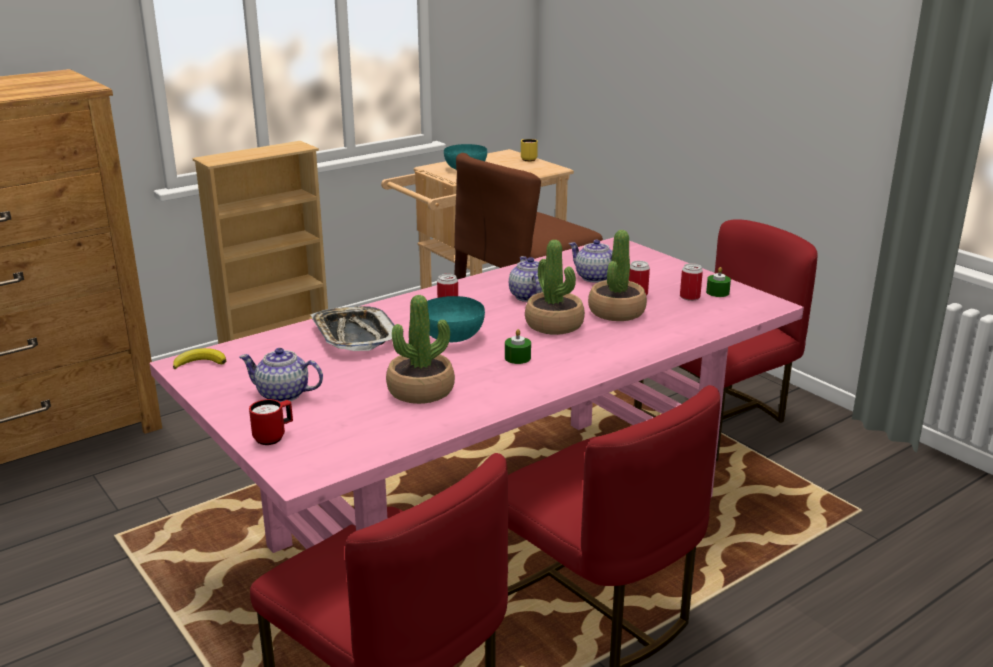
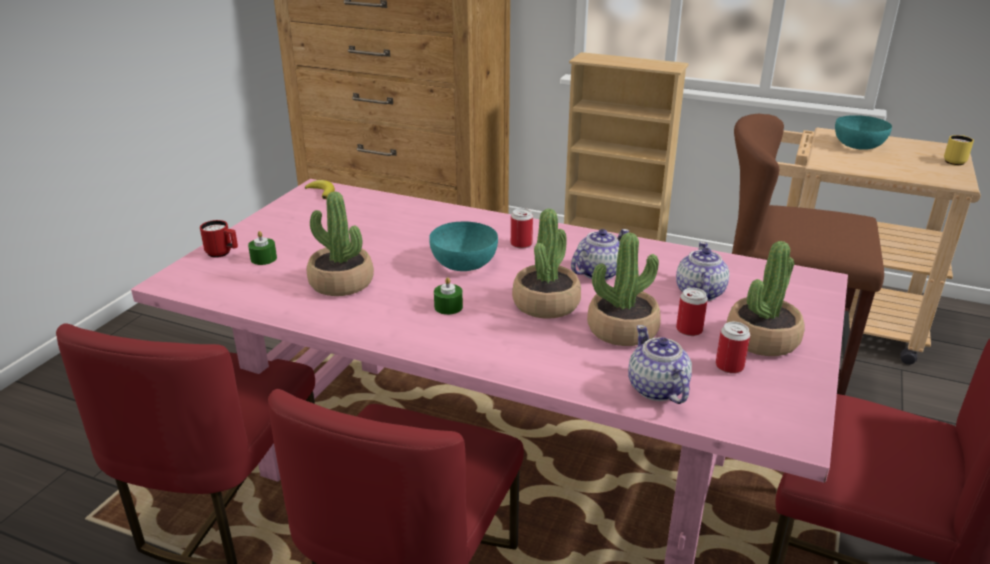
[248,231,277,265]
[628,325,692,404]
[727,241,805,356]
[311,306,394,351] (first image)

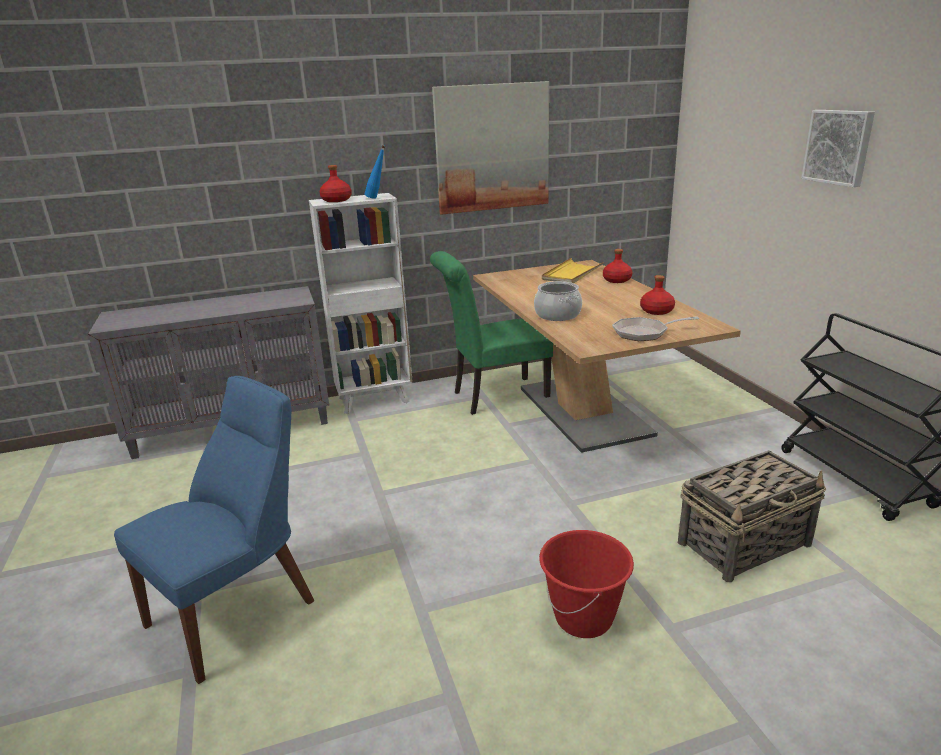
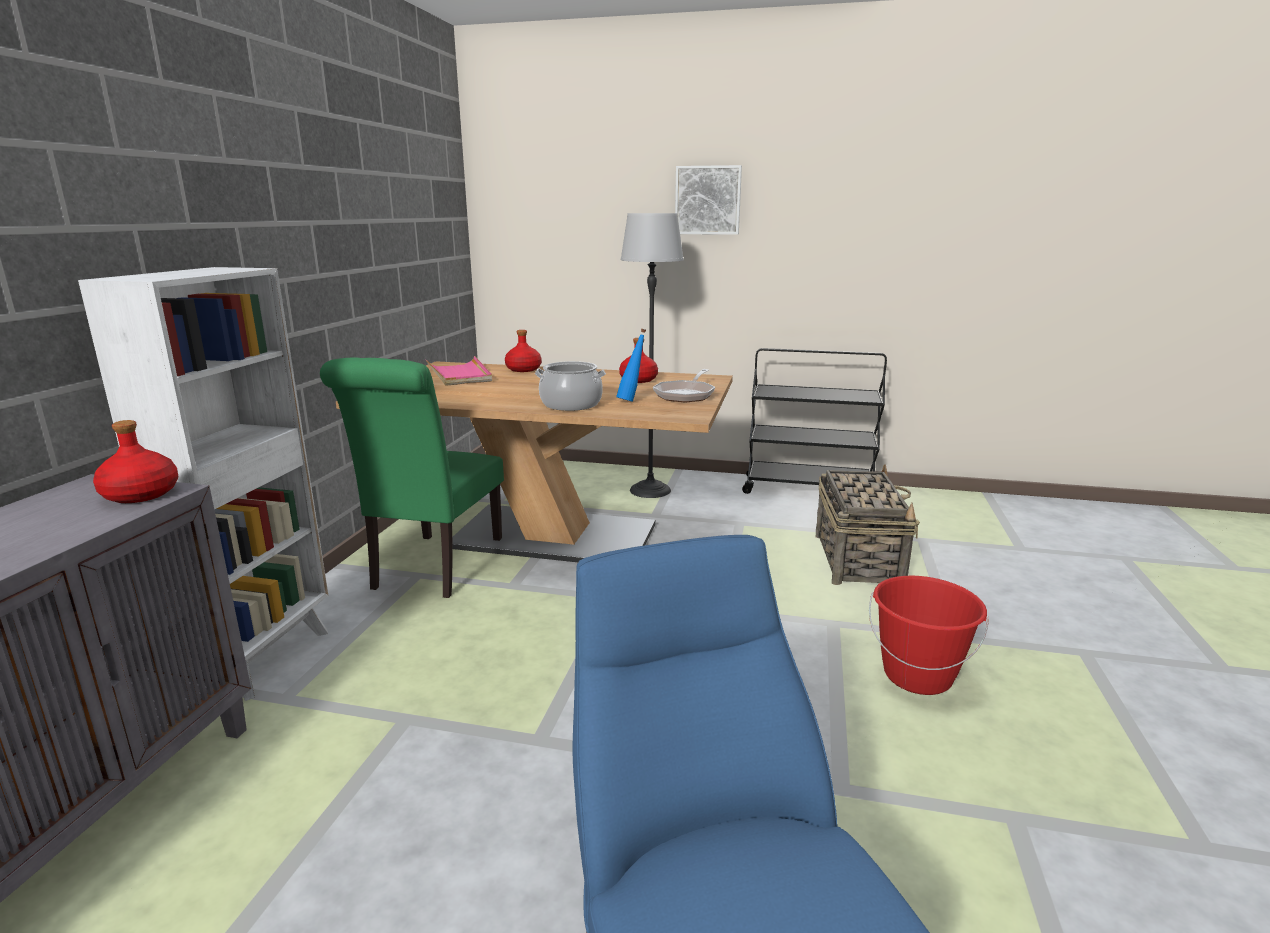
[93,420,178,503]
[426,356,492,386]
[616,329,646,402]
[621,213,684,498]
[432,81,549,215] (first image)

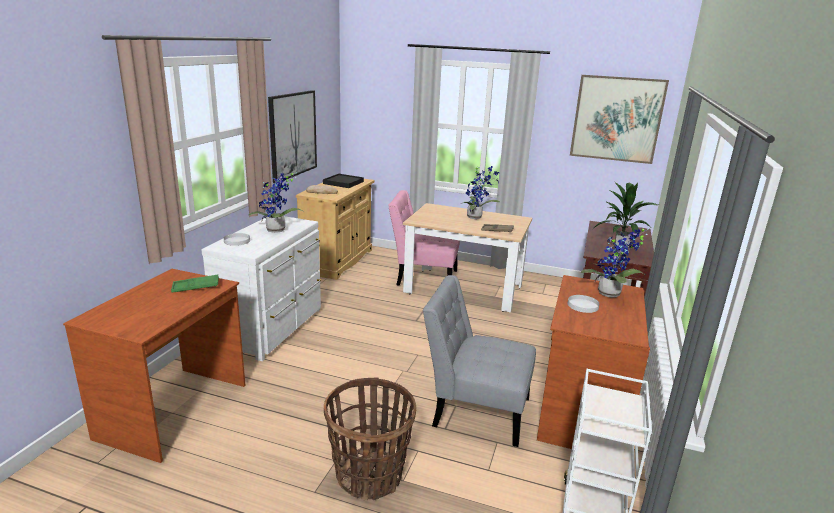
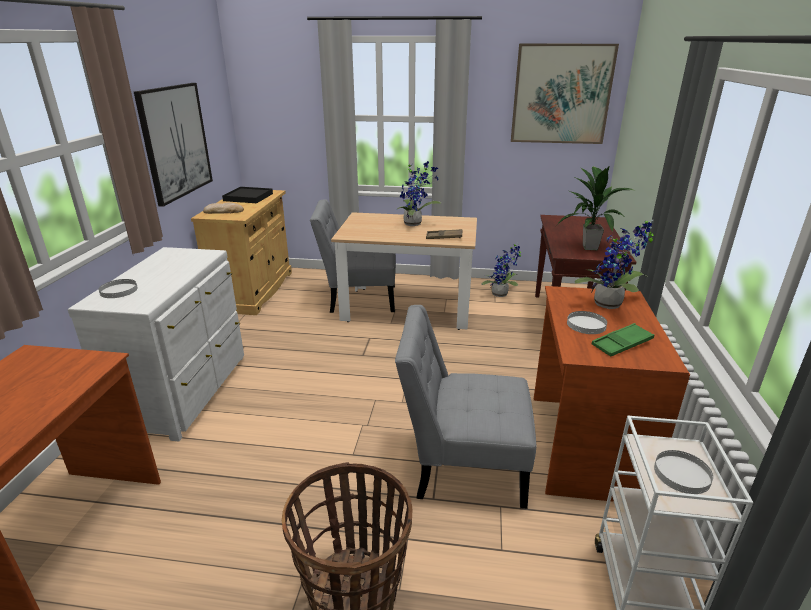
[310,199,396,313]
[481,243,521,297]
[592,323,654,357]
[654,450,713,494]

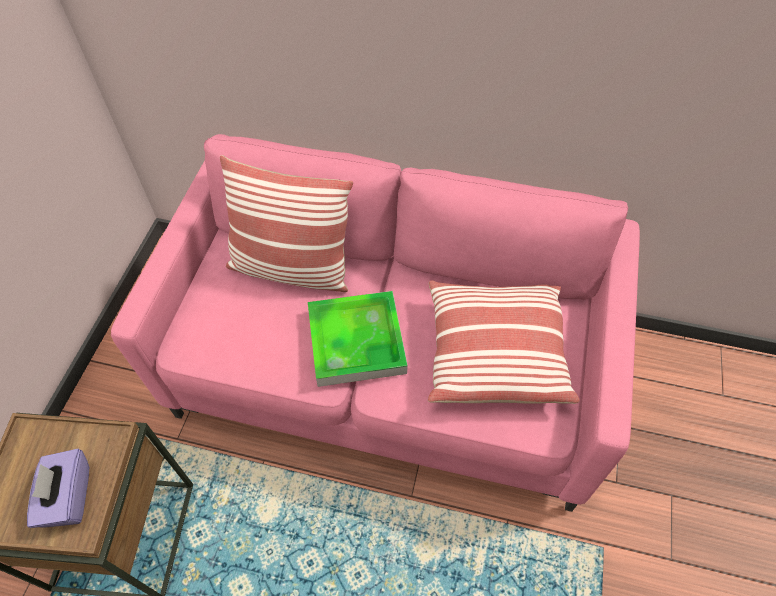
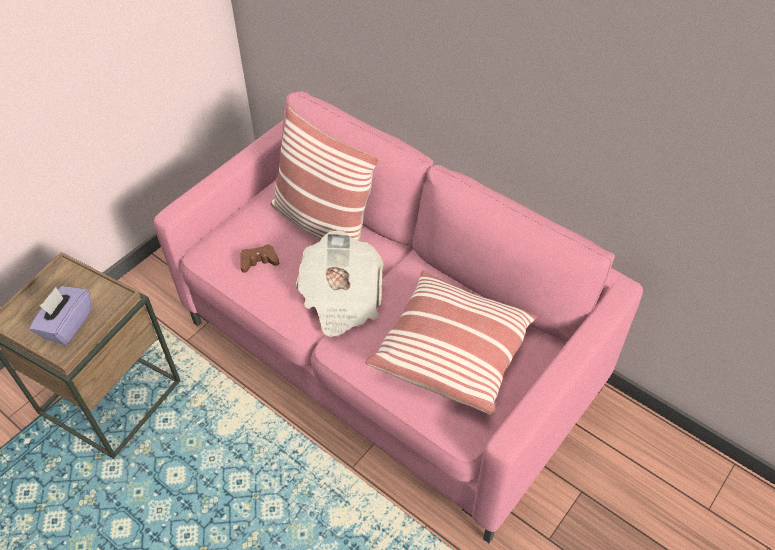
[240,244,279,273]
[296,230,384,337]

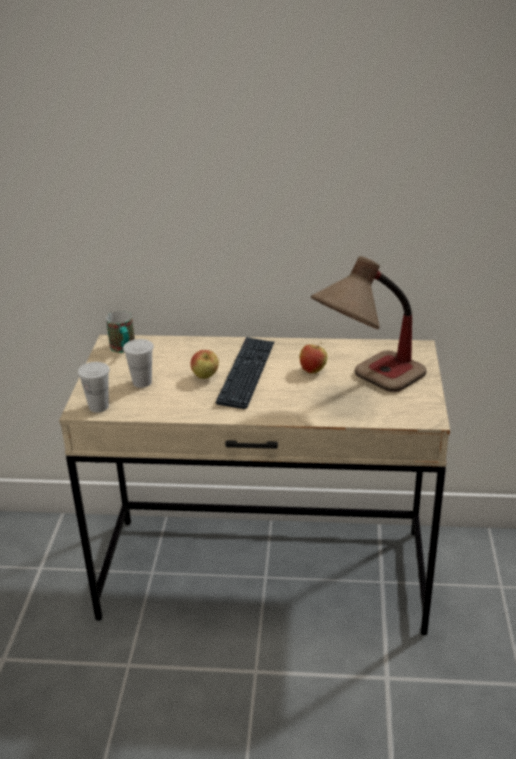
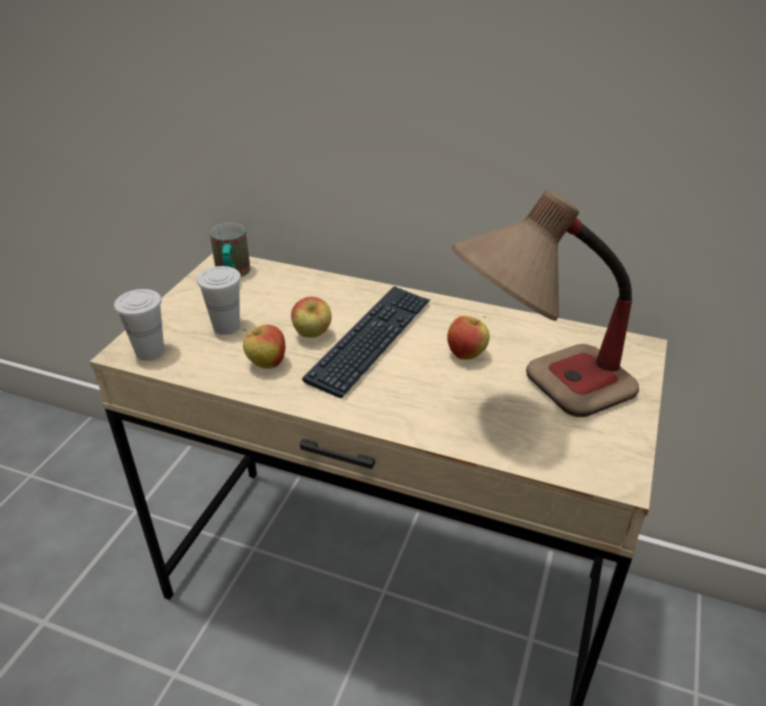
[243,325,285,369]

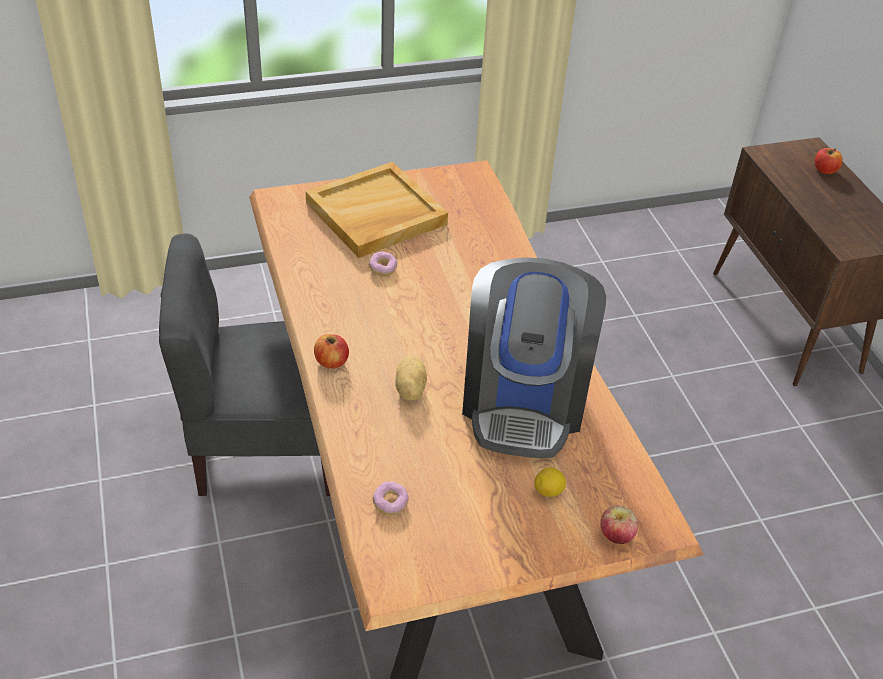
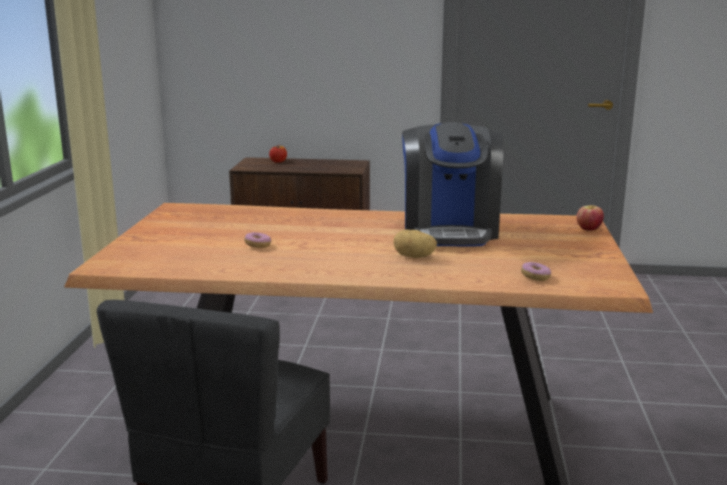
[402,122,503,246]
[305,162,448,258] (first image)
[314,334,349,369] (first image)
[534,467,566,497] (first image)

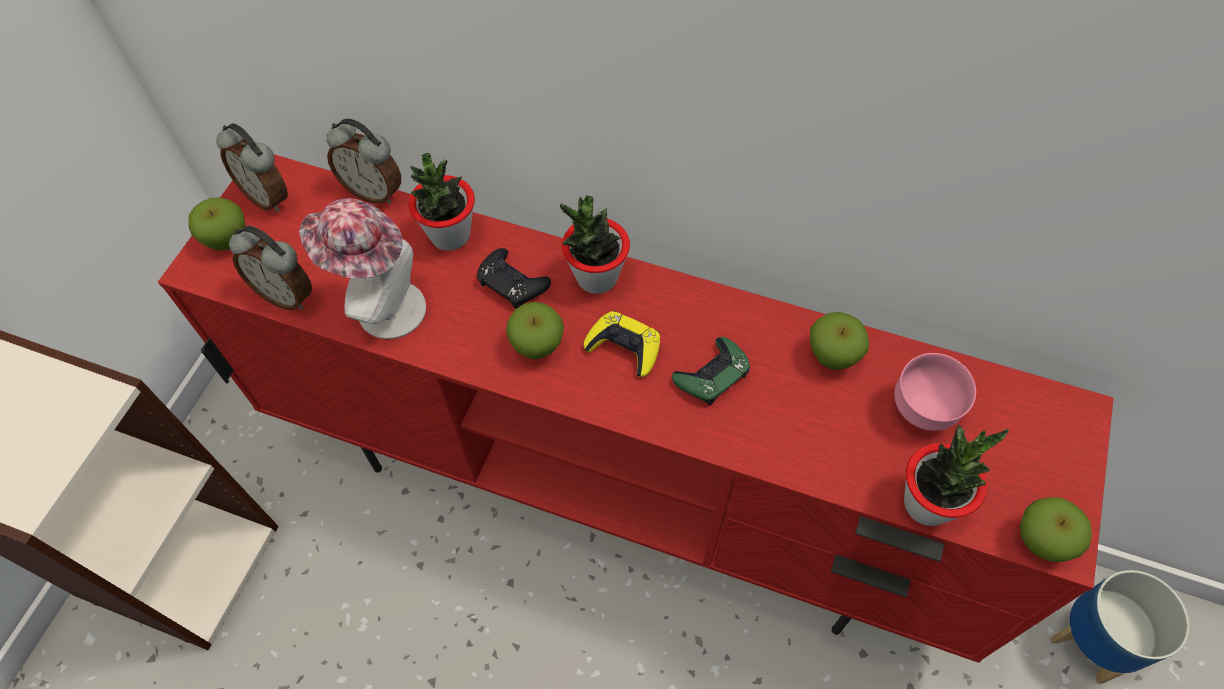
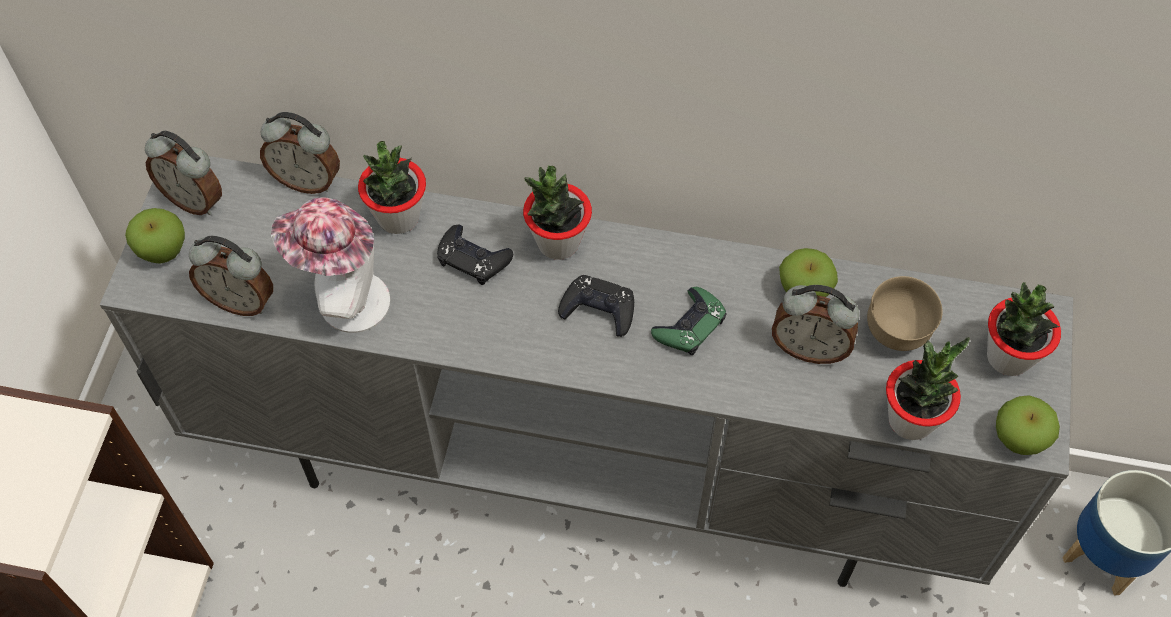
[100,156,1073,587]
[558,275,634,337]
[772,285,859,364]
[867,276,943,351]
[987,282,1061,376]
[506,302,564,359] (first image)

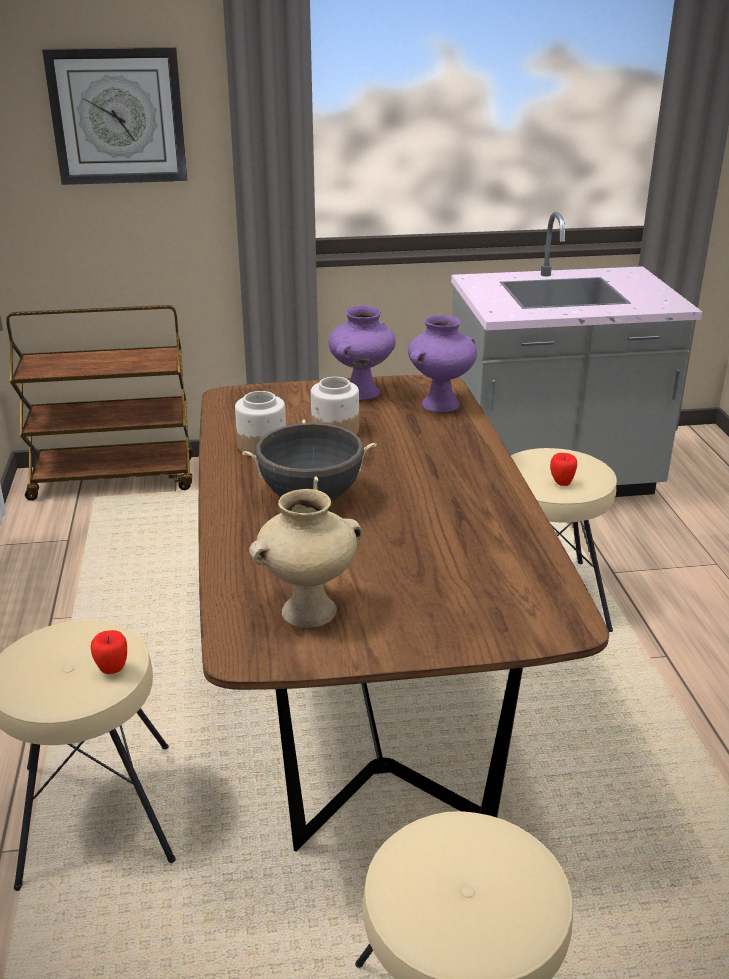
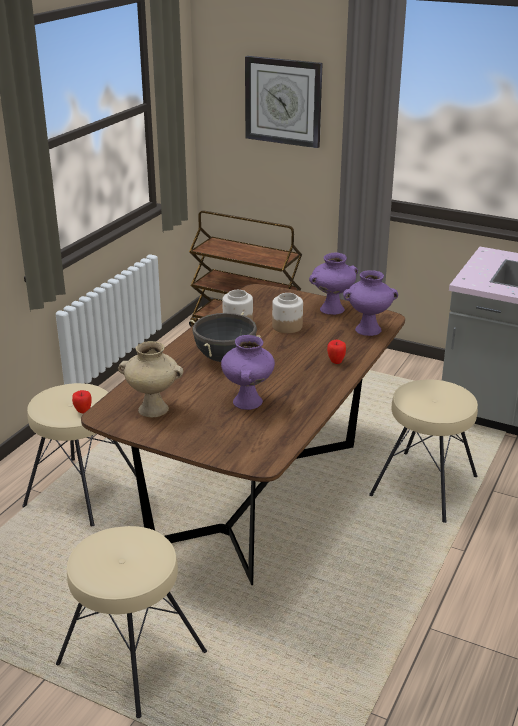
[221,335,275,410]
[327,340,346,364]

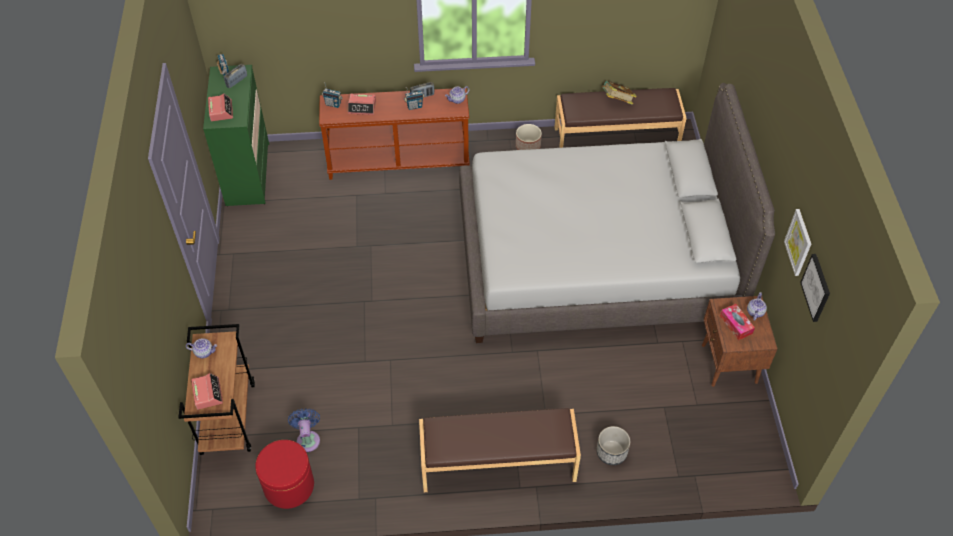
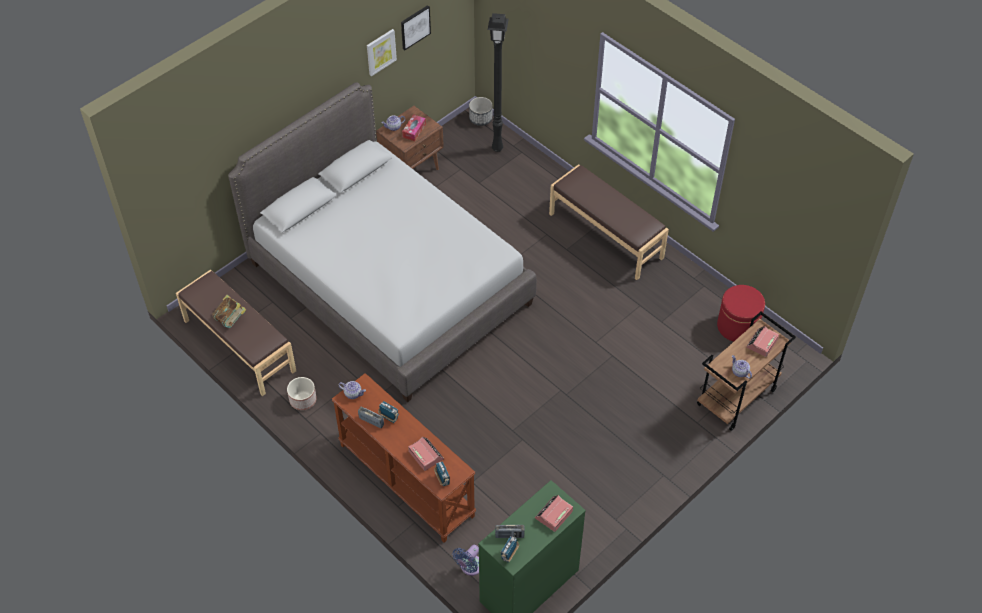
[452,545,479,576]
[469,97,492,126]
[488,13,509,152]

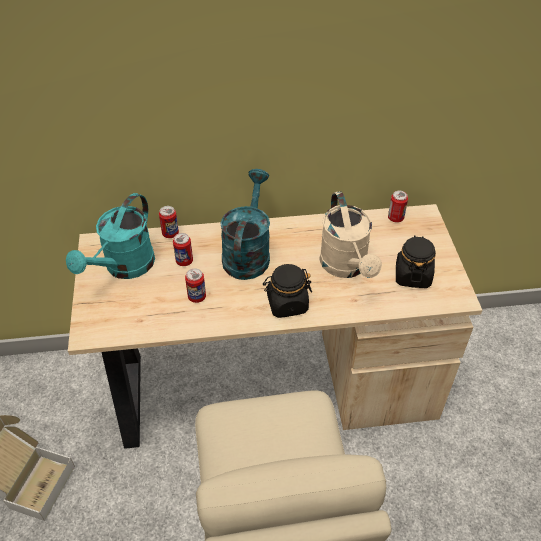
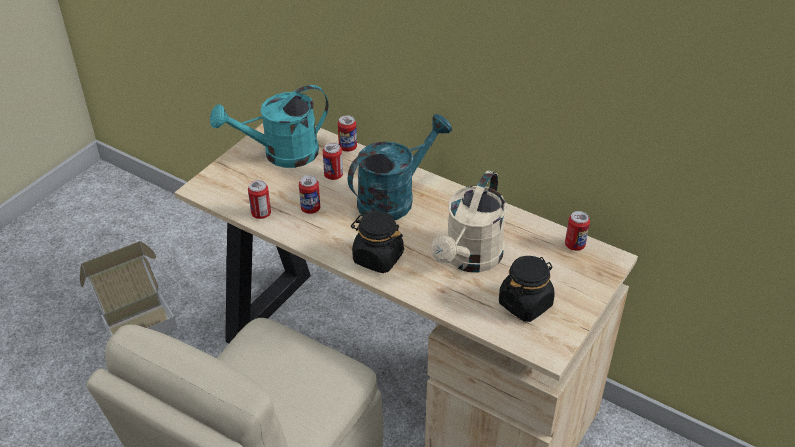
[248,180,271,219]

